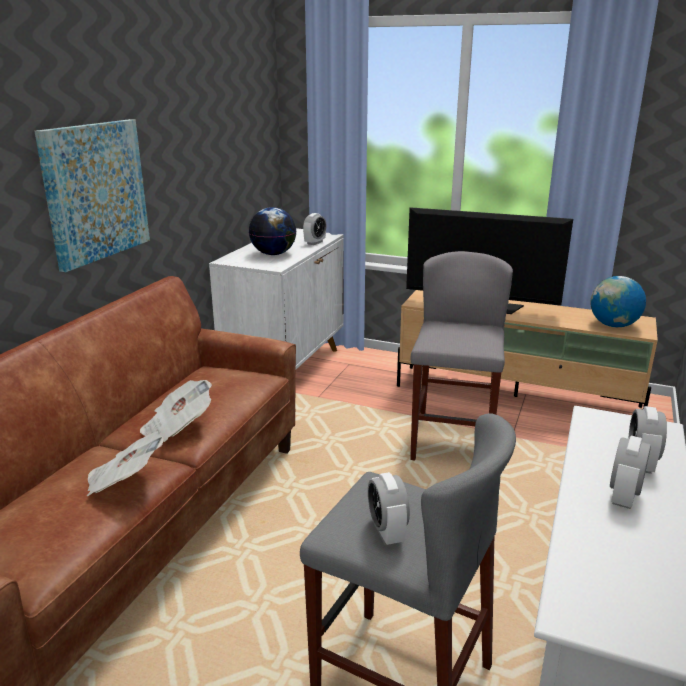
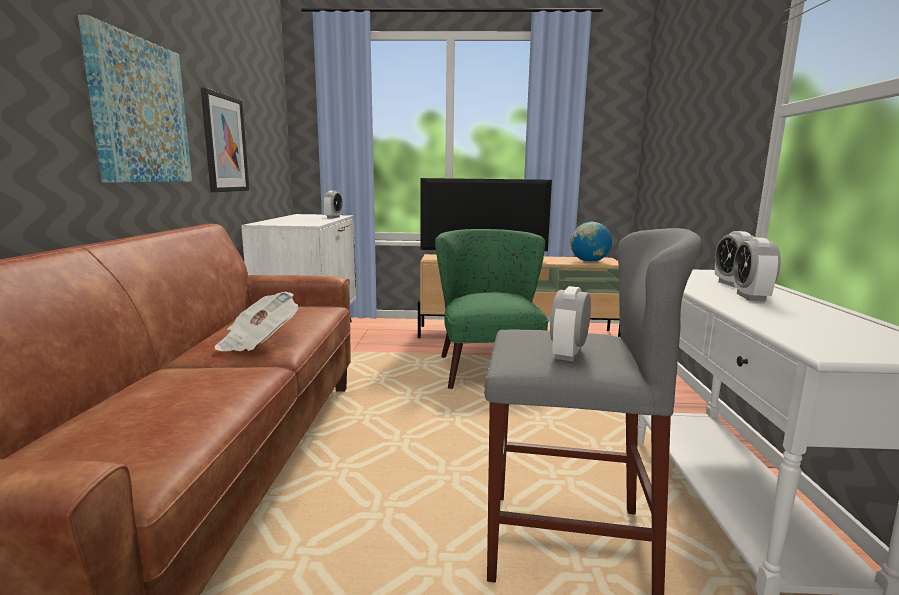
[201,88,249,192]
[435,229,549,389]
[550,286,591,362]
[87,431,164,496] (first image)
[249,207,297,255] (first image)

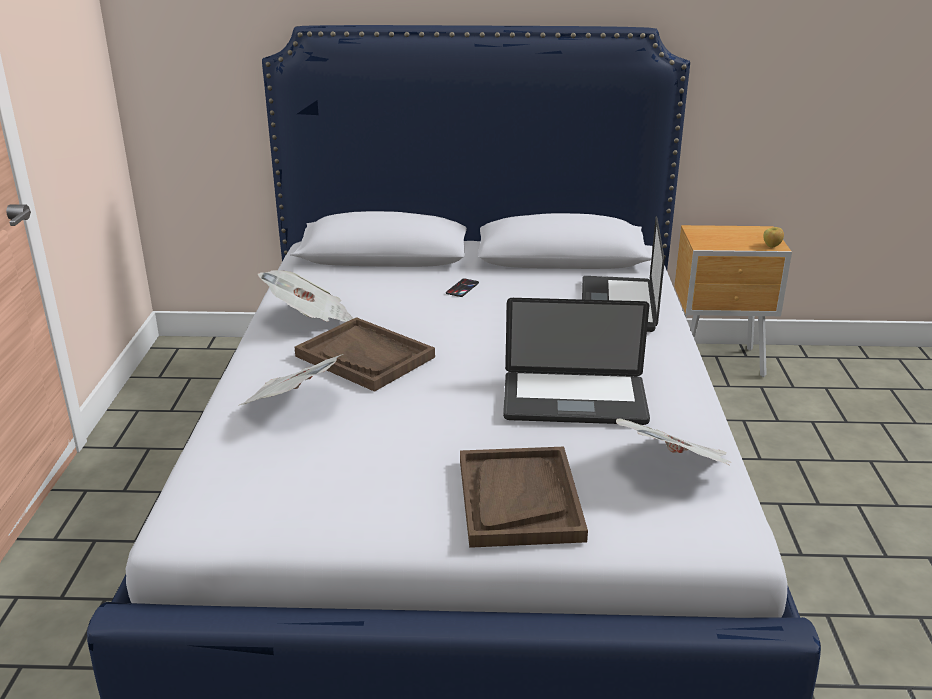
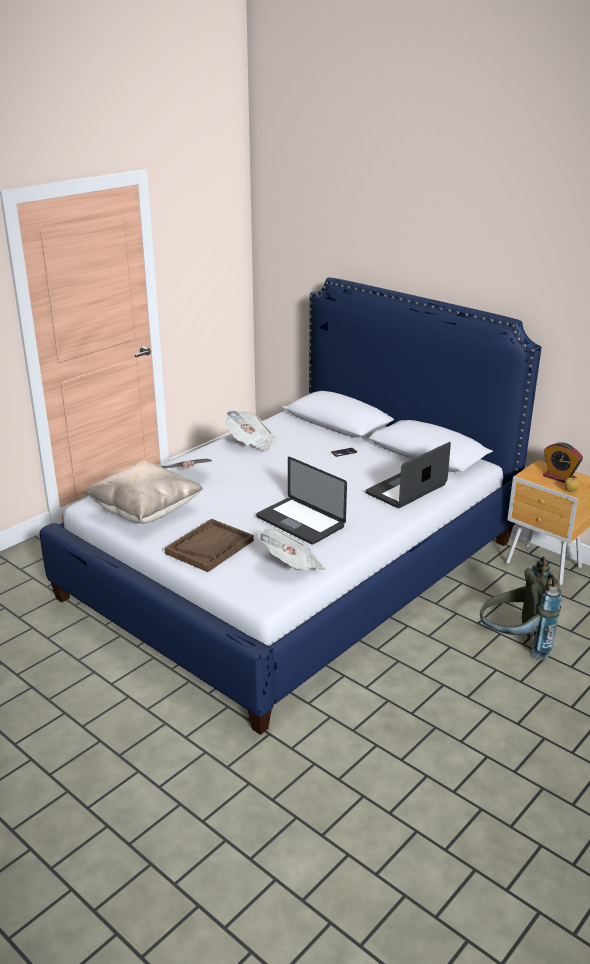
[84,460,203,524]
[480,556,562,660]
[543,442,583,483]
[295,317,435,392] (first image)

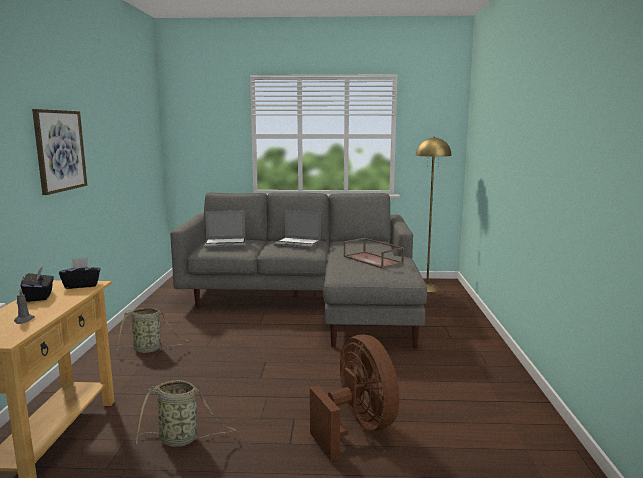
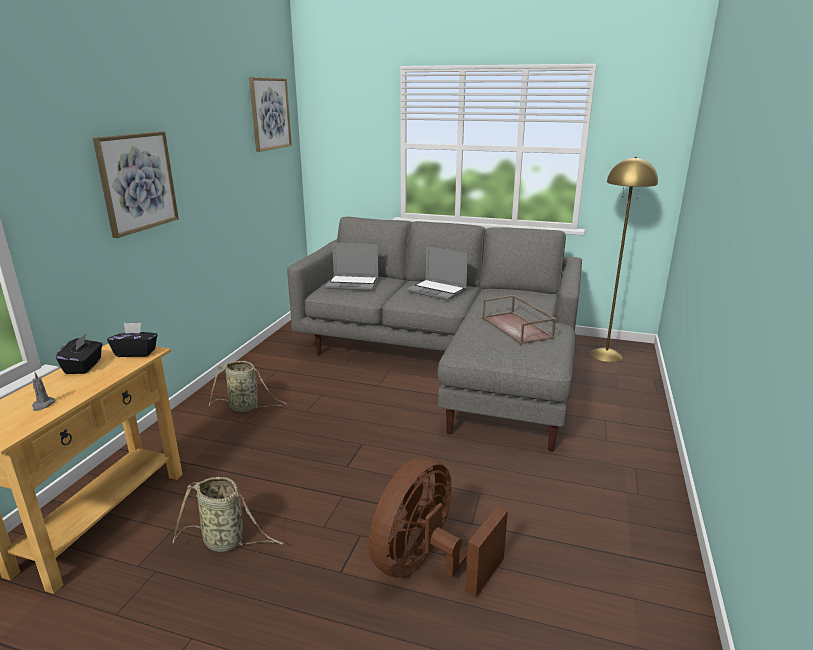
[249,77,292,152]
[369,457,508,597]

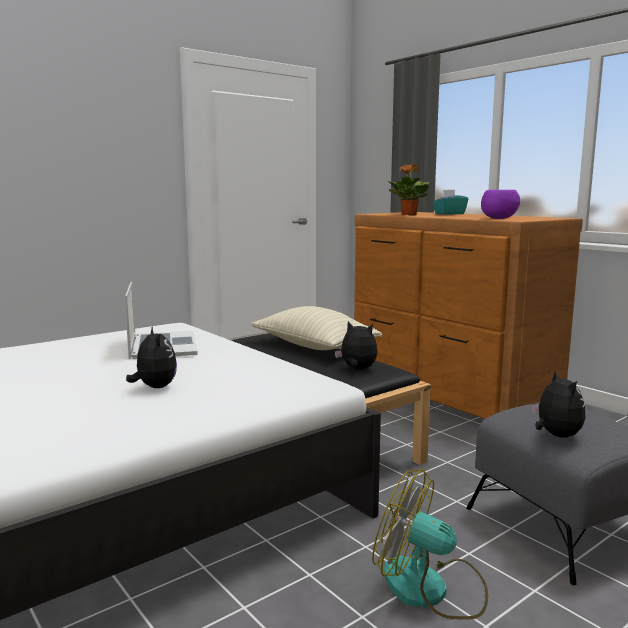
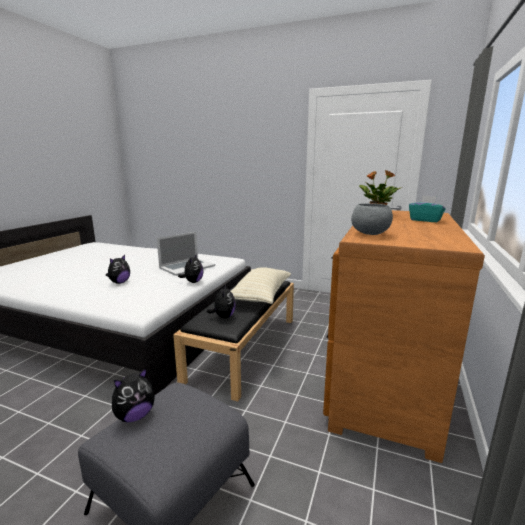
[178,254,204,283]
[351,204,393,235]
[372,469,488,620] (first image)

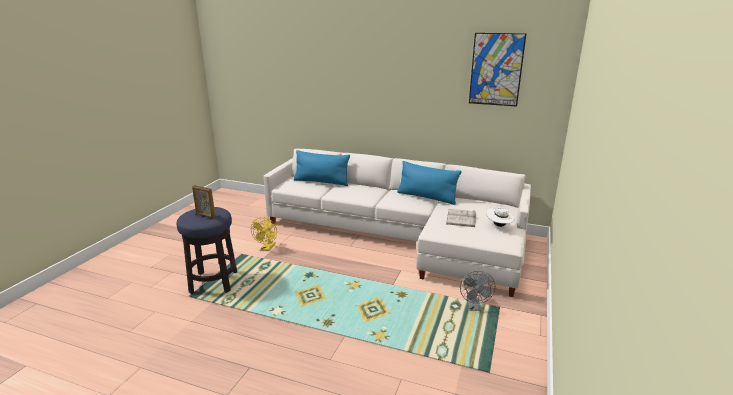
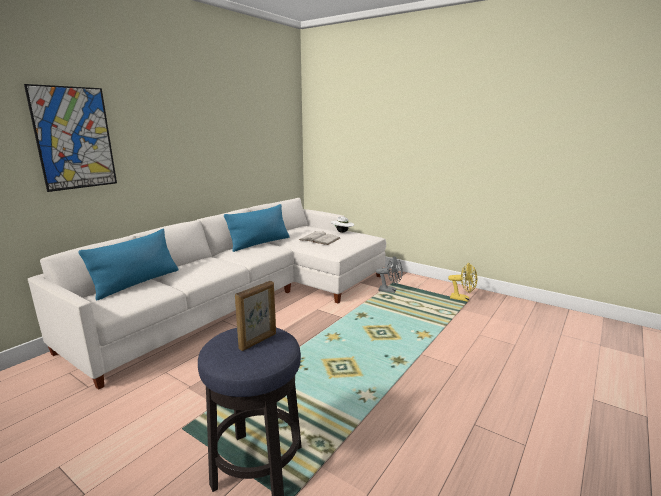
[24,84,117,192]
[448,263,477,302]

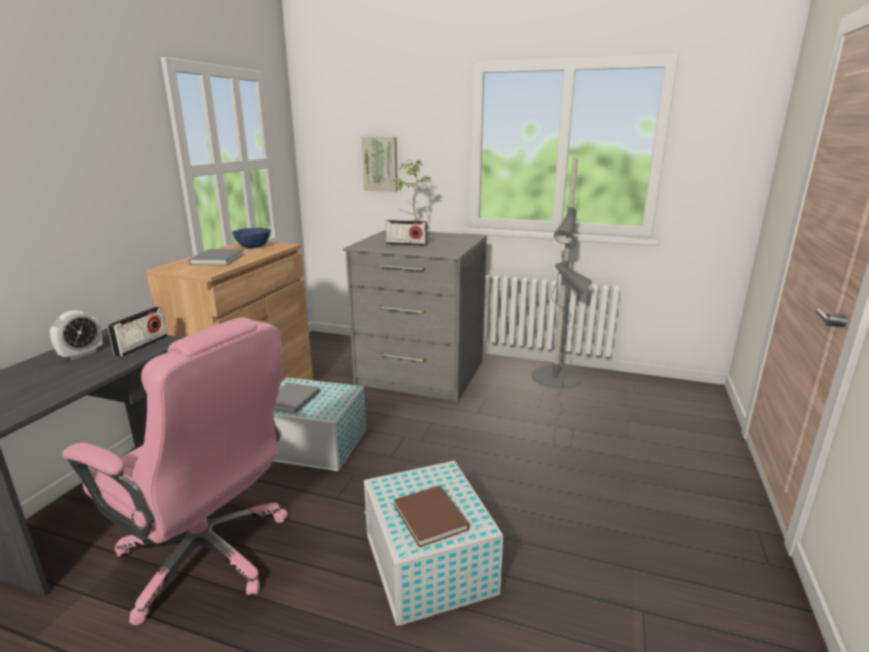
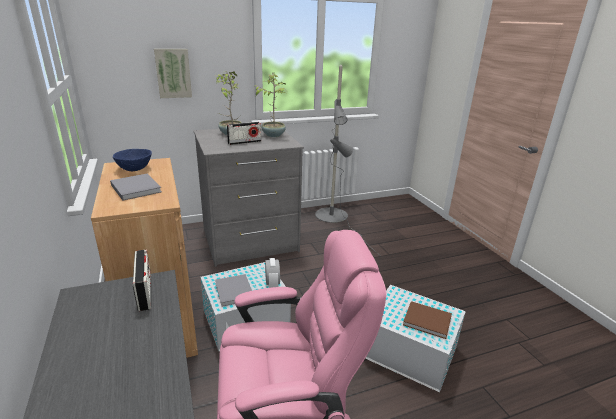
[255,74,286,137]
[265,258,280,288]

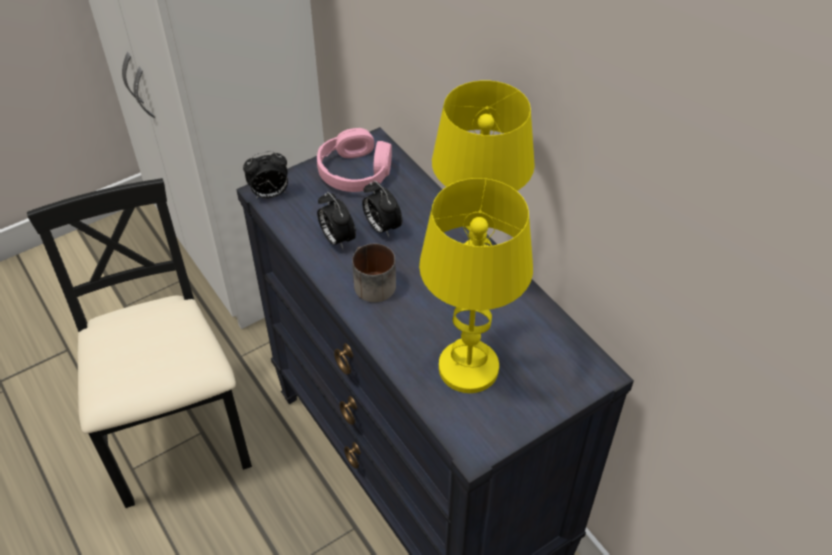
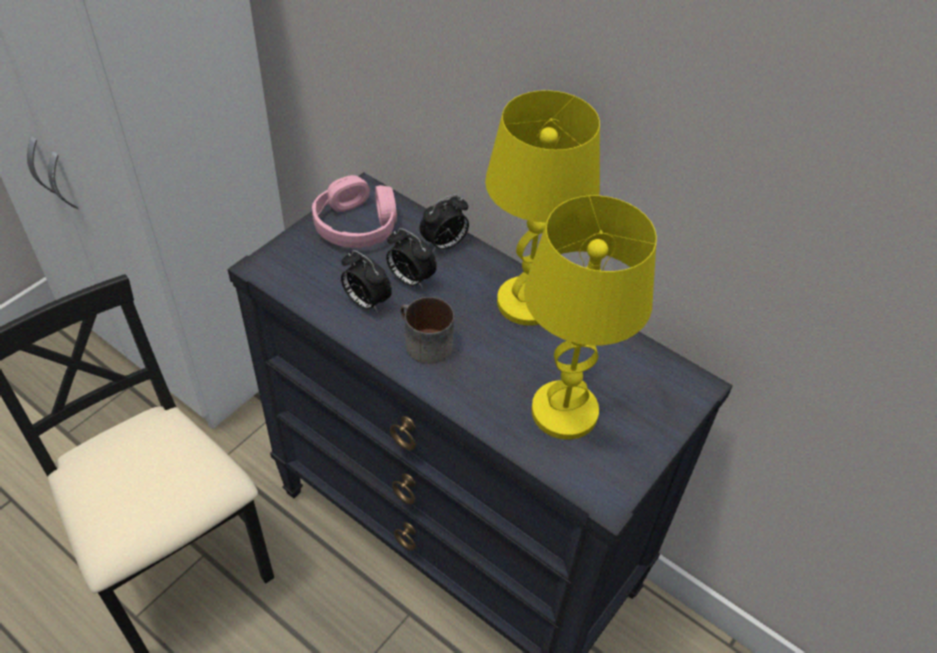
[420,194,469,252]

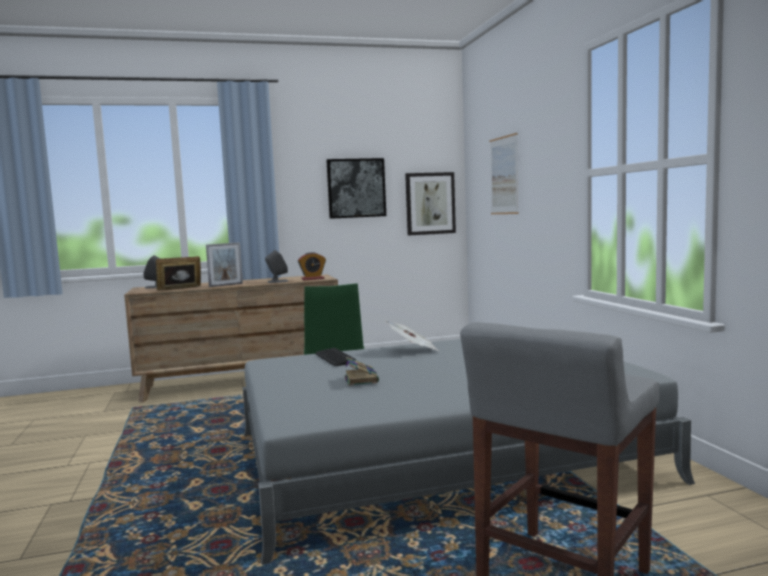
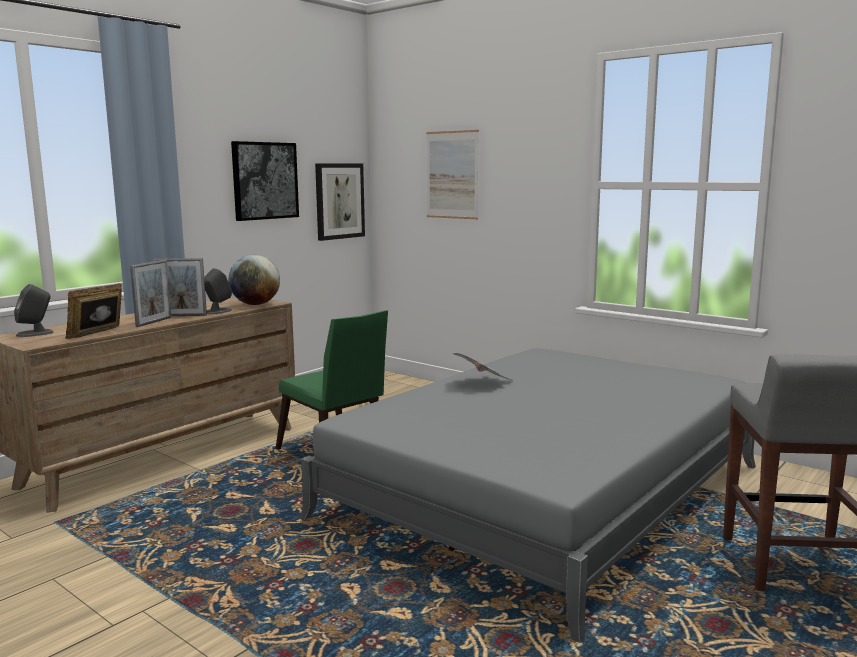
[153,258,207,316]
[229,255,280,305]
[316,348,356,366] (first image)
[345,357,379,386] (first image)

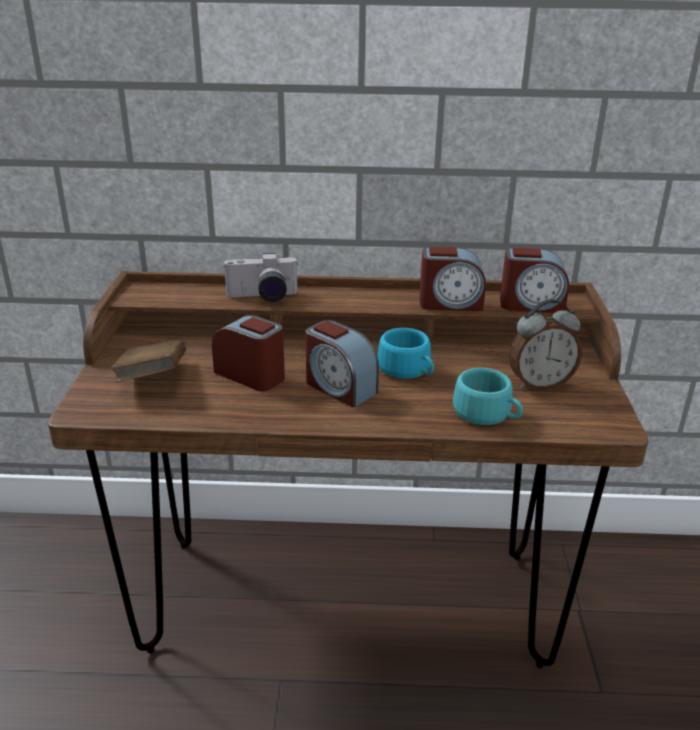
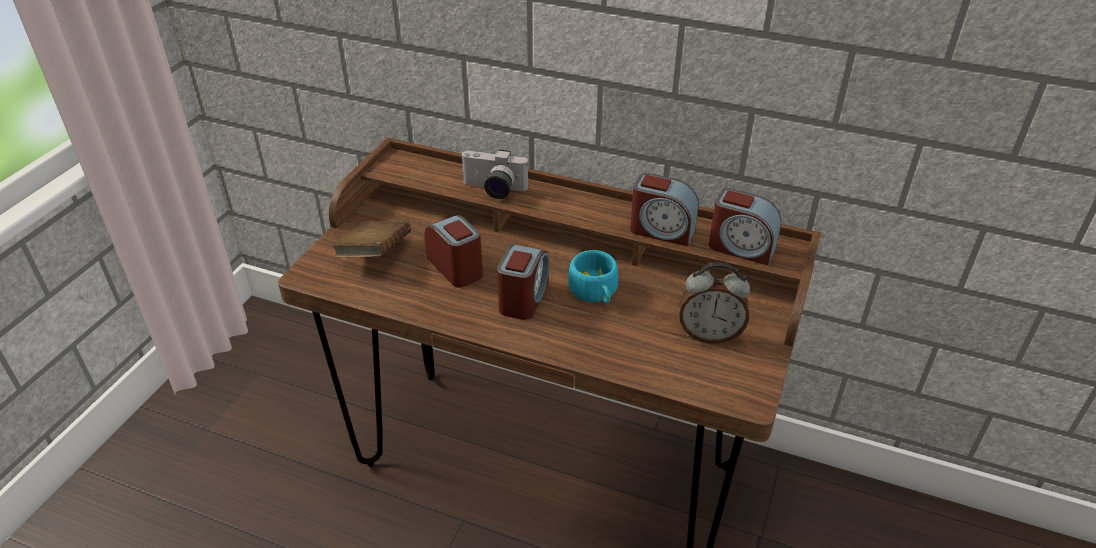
[497,244,549,320]
[453,368,523,425] (first image)

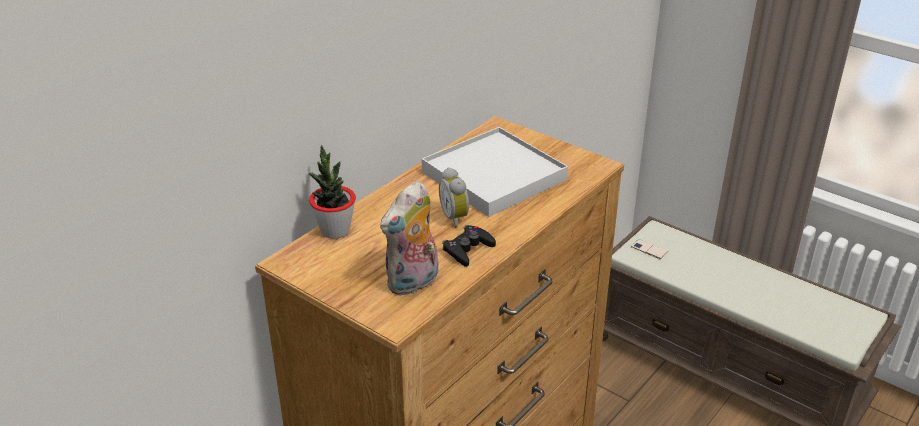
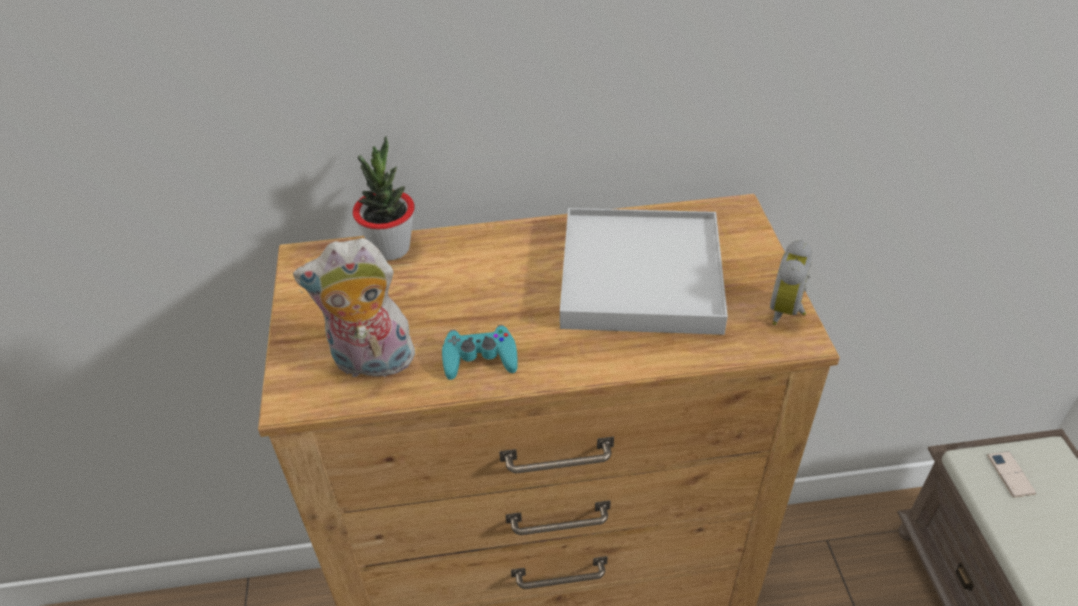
[442,325,518,380]
[770,240,812,325]

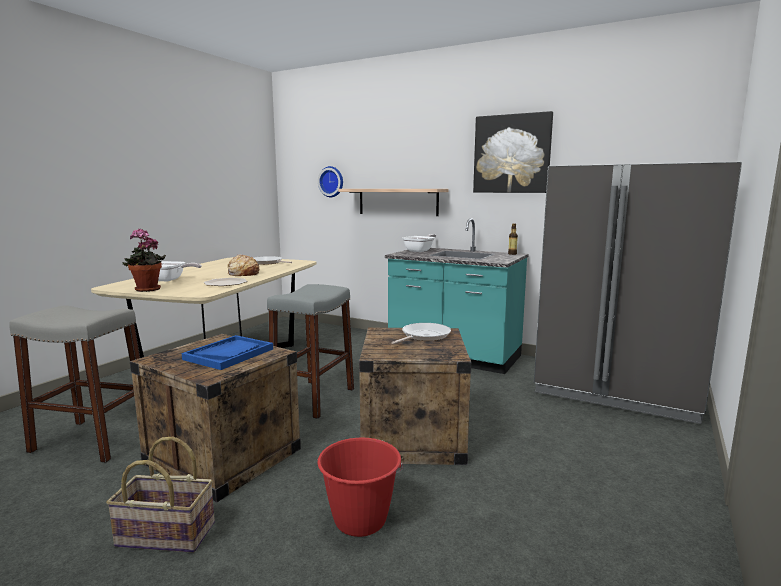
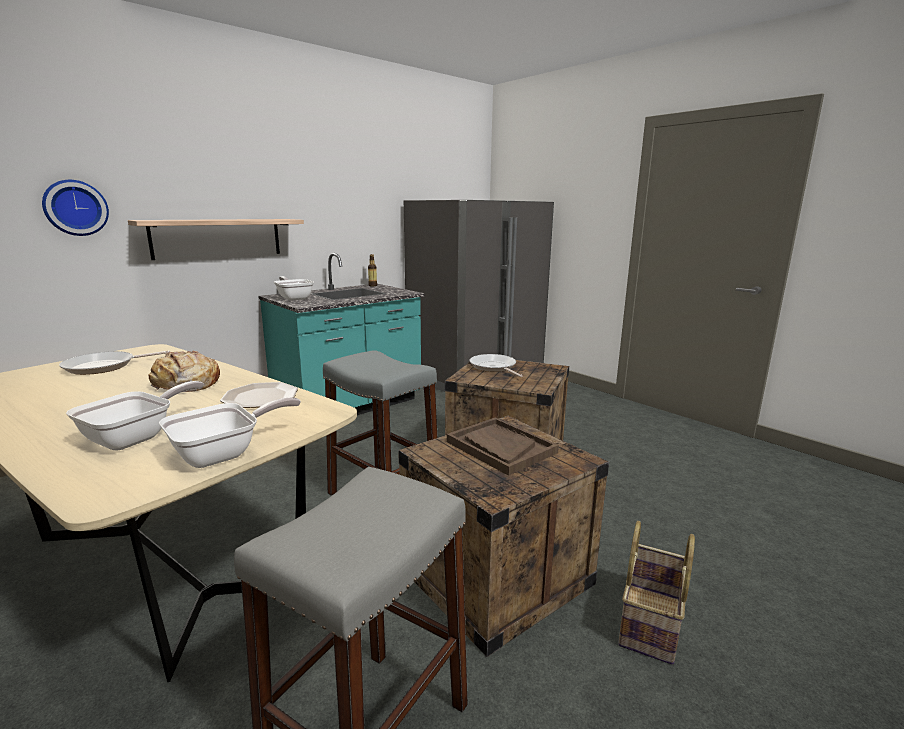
[159,397,301,468]
[447,417,559,476]
[317,438,403,537] (first image)
[473,111,553,193] (first image)

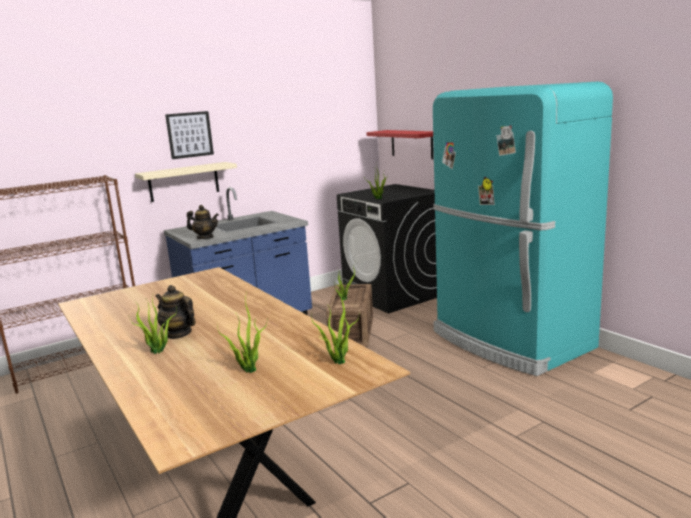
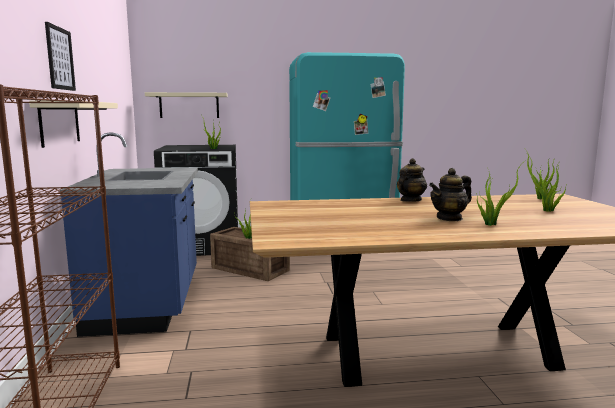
[145,92,228,118]
[397,158,427,202]

